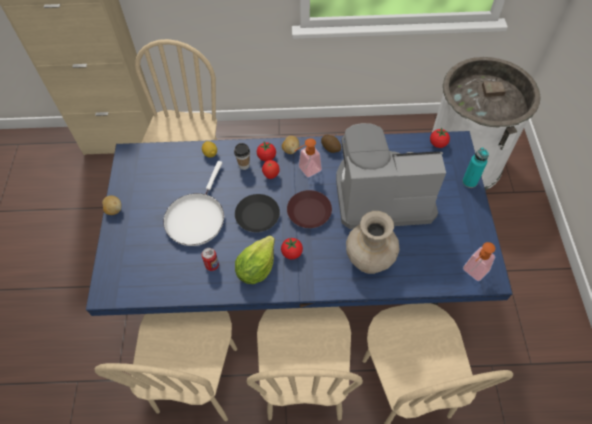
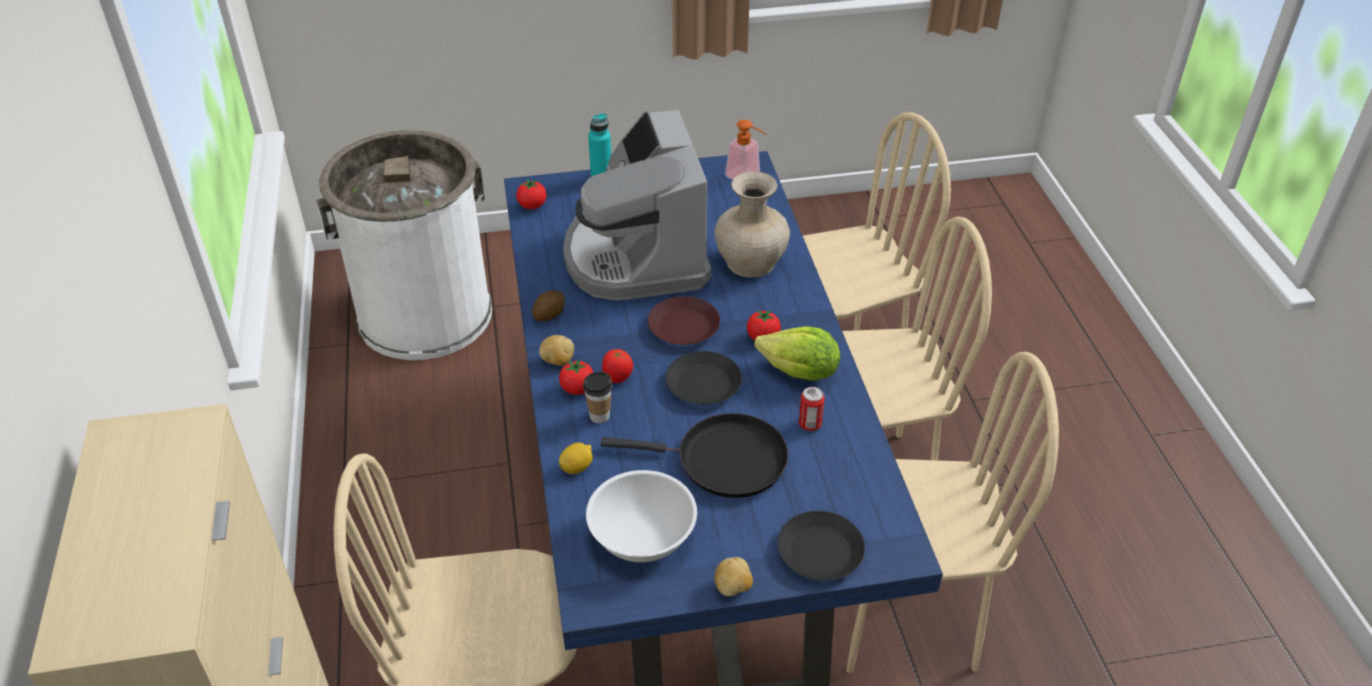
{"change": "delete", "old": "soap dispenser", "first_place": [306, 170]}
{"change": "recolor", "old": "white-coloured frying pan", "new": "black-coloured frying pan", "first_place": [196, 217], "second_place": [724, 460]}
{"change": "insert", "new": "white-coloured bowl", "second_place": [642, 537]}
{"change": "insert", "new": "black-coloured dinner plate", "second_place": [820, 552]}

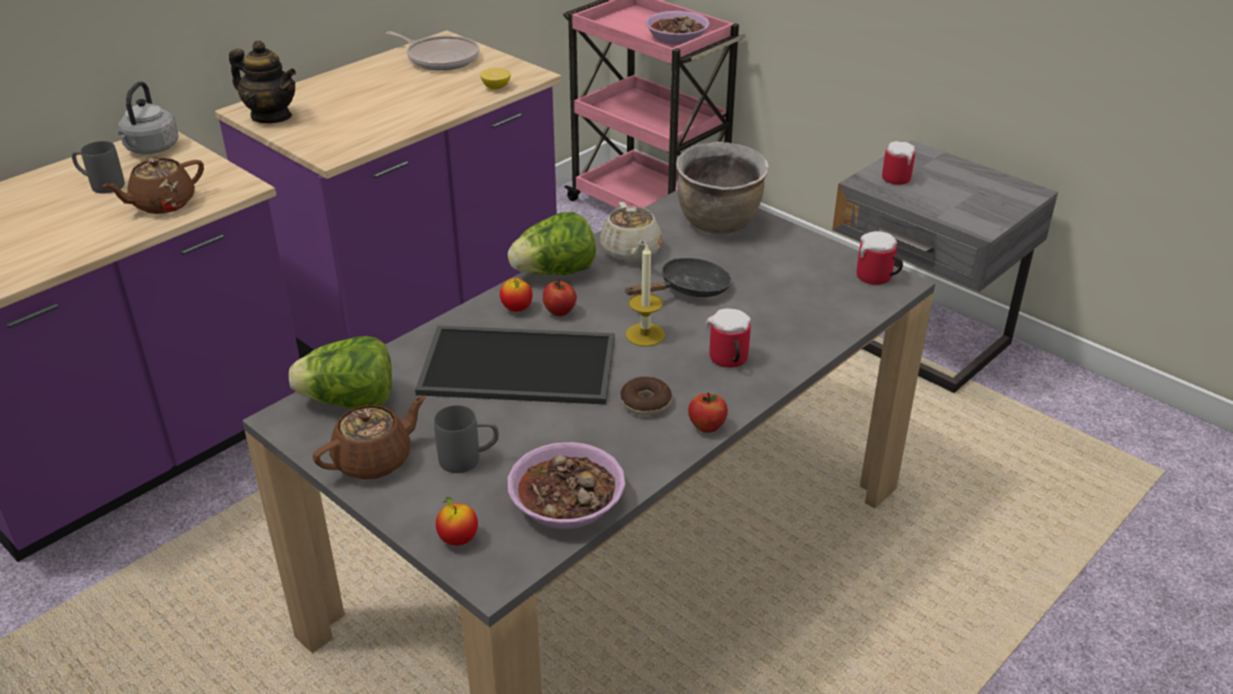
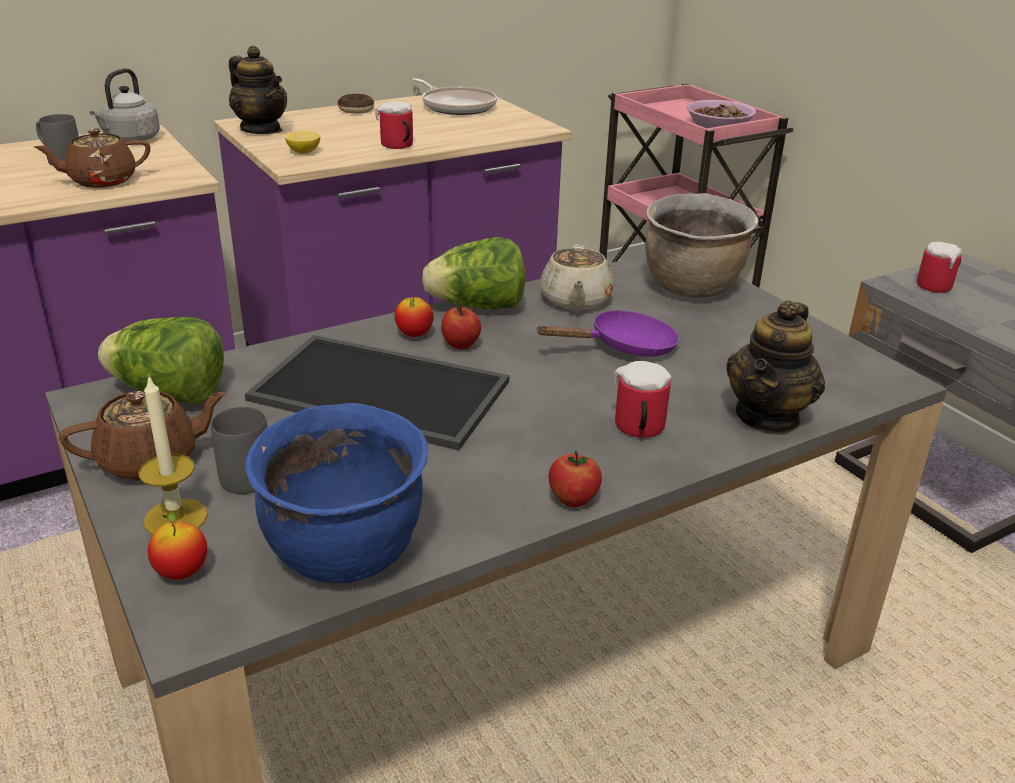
{"change": "move", "old": "lemon", "first_place": [496, 87], "second_place": [304, 152]}
{"change": "move", "old": "coffee mug", "first_place": [877, 279], "second_place": [398, 146]}
{"change": "move", "old": "wax candle", "first_place": [645, 335], "second_place": [175, 518]}
{"change": "recolor", "old": "black-coloured frying pan", "new": "purple frying pan", "first_place": [688, 290], "second_place": [624, 347]}
{"change": "move", "old": "ring doughnut", "first_place": [645, 403], "second_place": [356, 110]}
{"change": "replace", "old": "bowl", "new": "bluish saucepot", "first_place": [567, 501], "second_place": [346, 554]}
{"change": "insert", "new": "teapot", "second_place": [768, 417]}

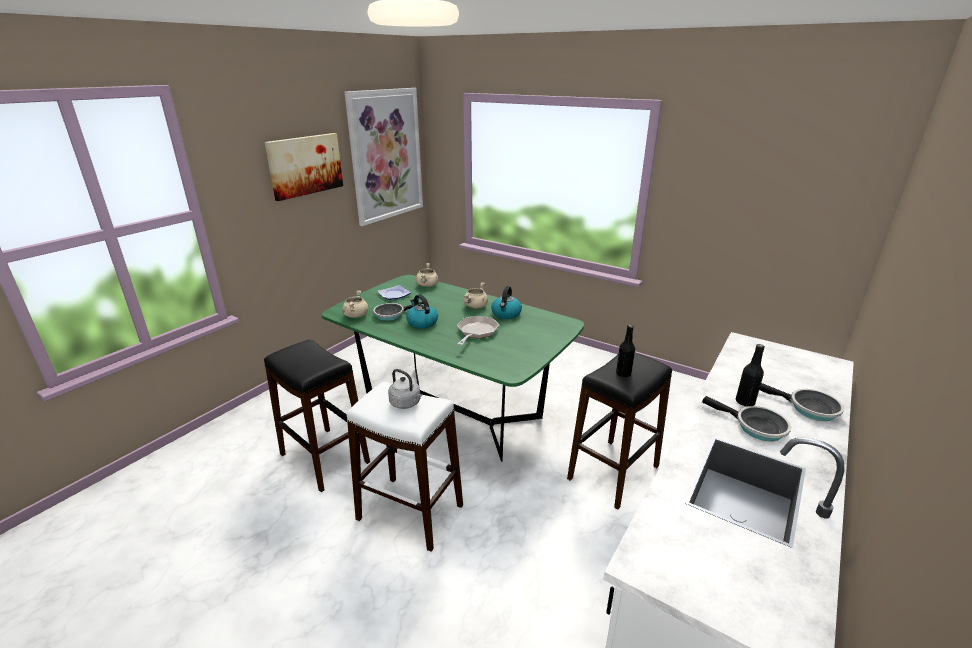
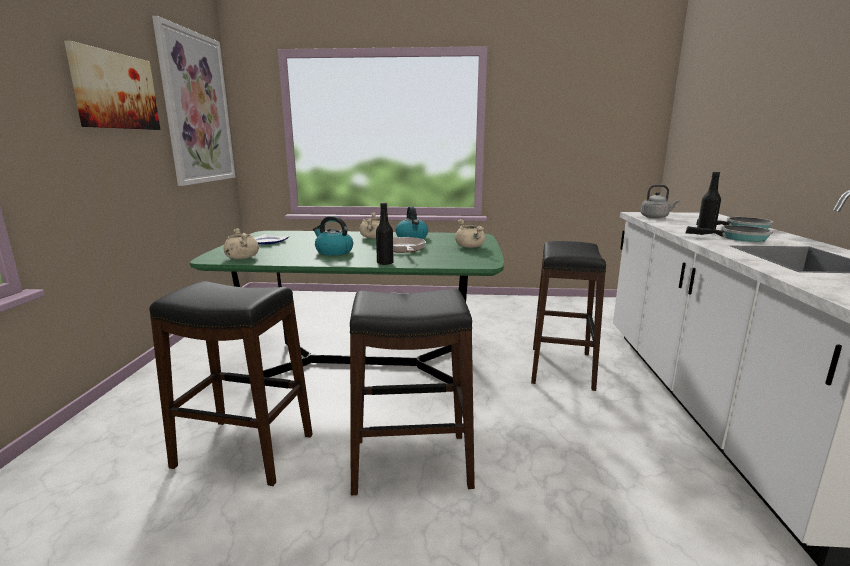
{"change": "move", "old": "sand-coloured saucepot", "first_place": [427, 285], "second_place": [470, 247]}
{"change": "delete", "old": "frying pan", "first_place": [392, 314]}
{"change": "move", "old": "black-coloured bottle", "first_place": [623, 374], "second_place": [385, 263]}
{"change": "move", "old": "greyish tea kettle", "first_place": [406, 403], "second_place": [655, 217]}
{"change": "recolor", "old": "white-coloured stool", "new": "black-coloured stool", "first_place": [409, 512], "second_place": [410, 463]}

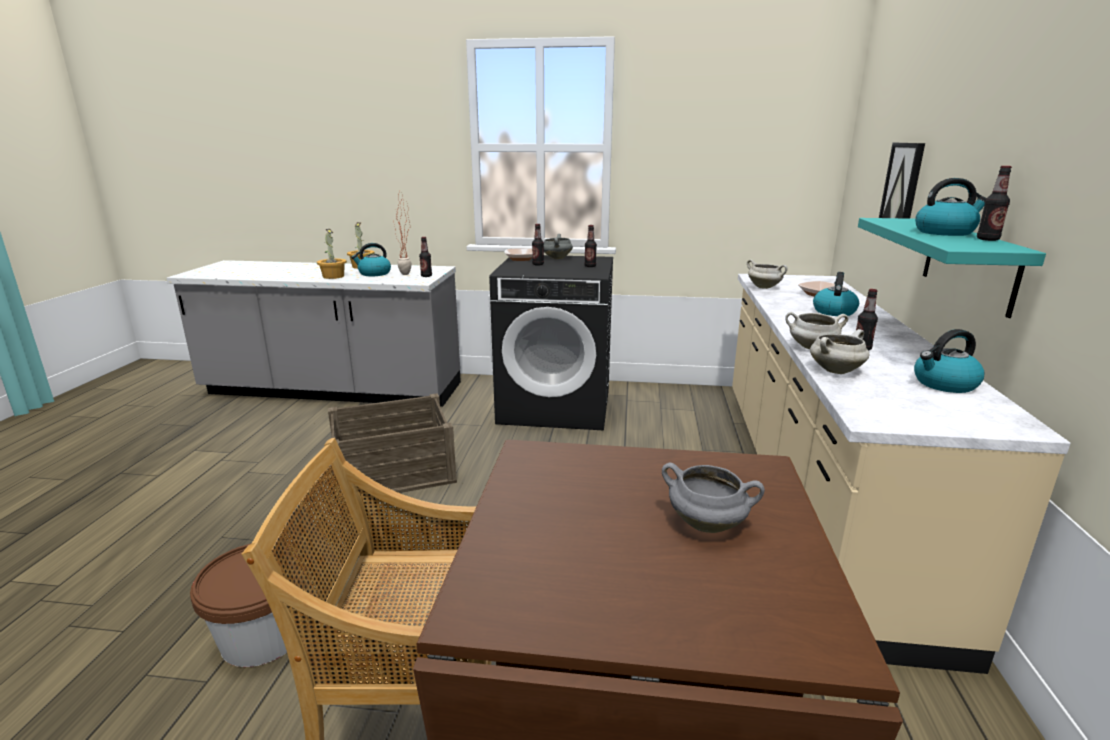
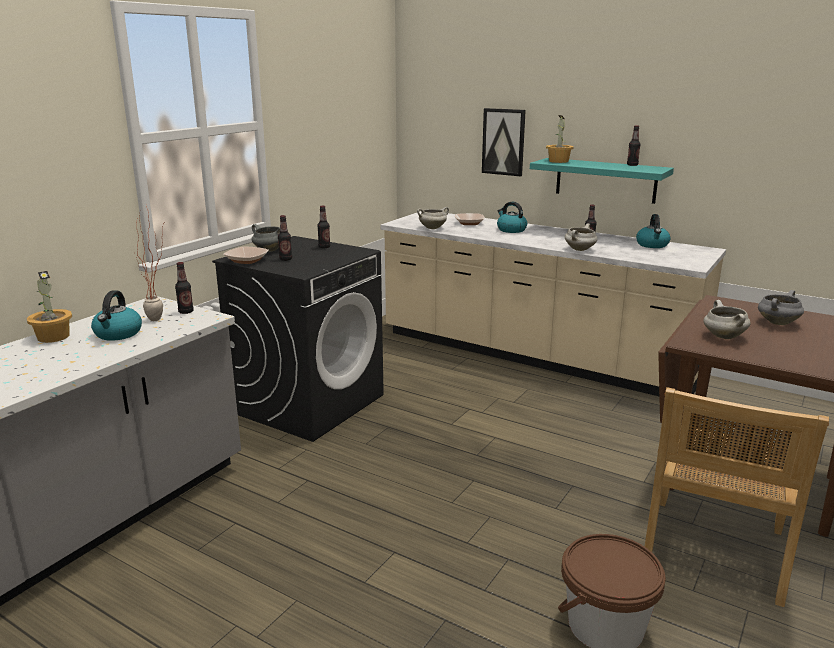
{"change": "delete", "old": "tea kettle", "first_place": [945, 232]}
{"change": "move", "old": "plant in a pot", "first_place": [333, 276], "second_place": [558, 161]}
{"change": "move", "old": "white-coloured saucepot", "first_place": [835, 370], "second_place": [723, 336]}
{"change": "delete", "old": "crate", "first_place": [393, 470]}

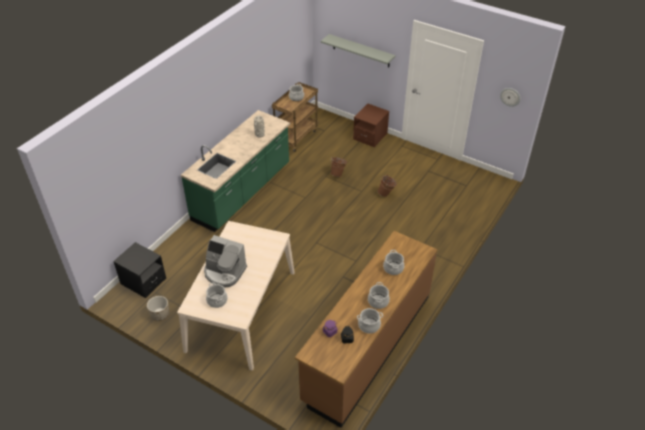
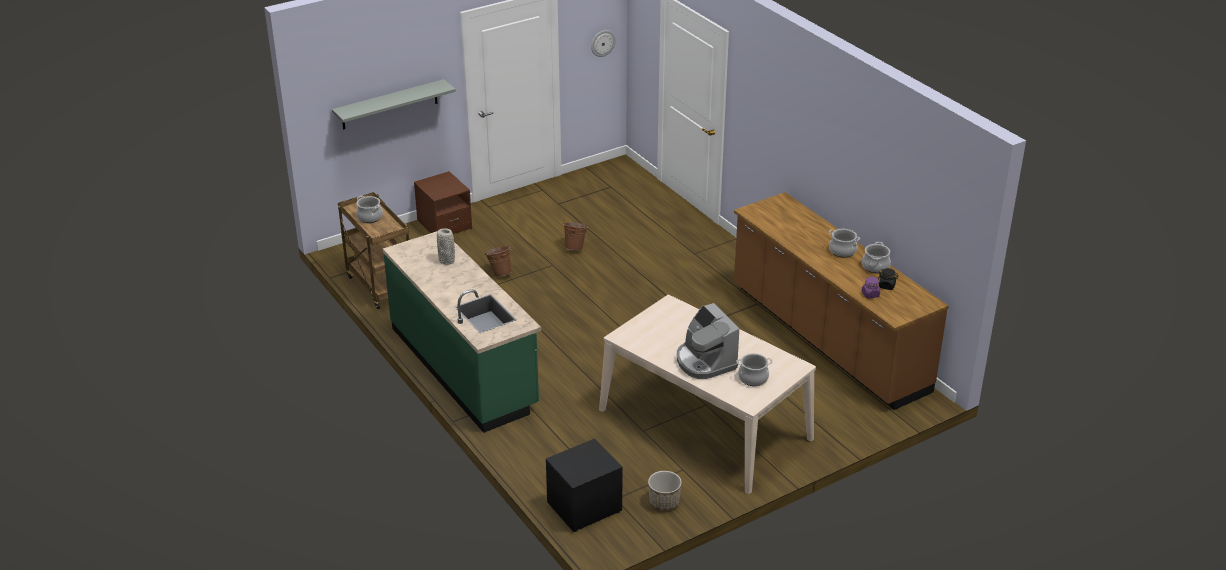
{"change": "rotate", "old": "coffee machine", "first_place": [224, 272], "second_place": [705, 361], "degrees": 105}
{"change": "delete", "old": "saucepot", "first_place": [393, 268]}

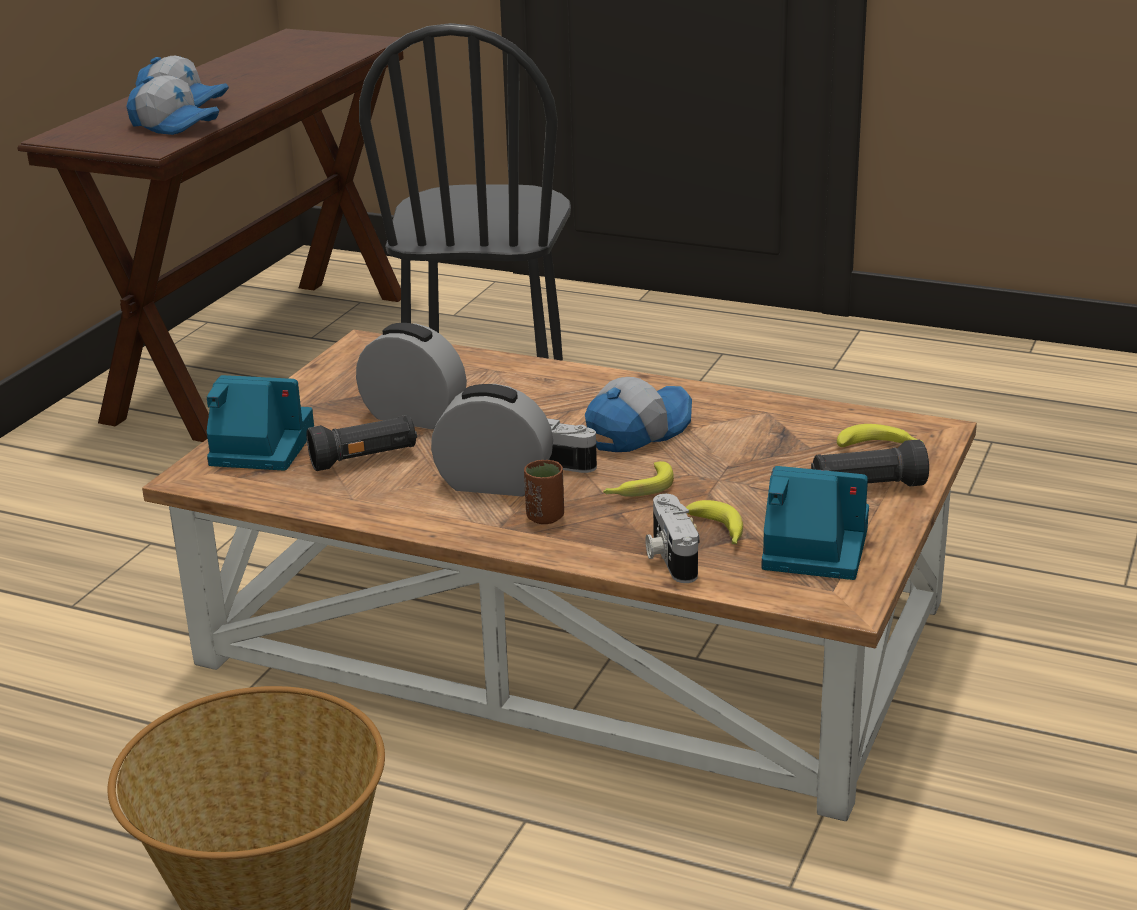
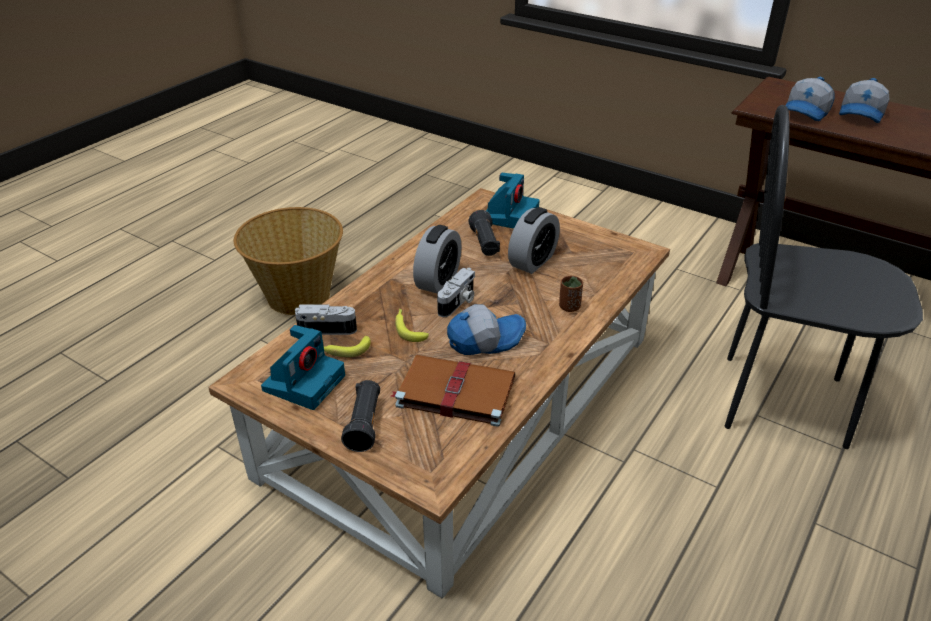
{"change": "rotate", "old": "cap", "first_place": [637, 431], "second_place": [485, 339], "degrees": -75}
{"change": "delete", "old": "banana fruit", "first_place": [880, 447]}
{"change": "move", "old": "brown drinking cup", "first_place": [545, 517], "second_place": [569, 307]}
{"change": "insert", "new": "brown book", "second_place": [453, 392]}

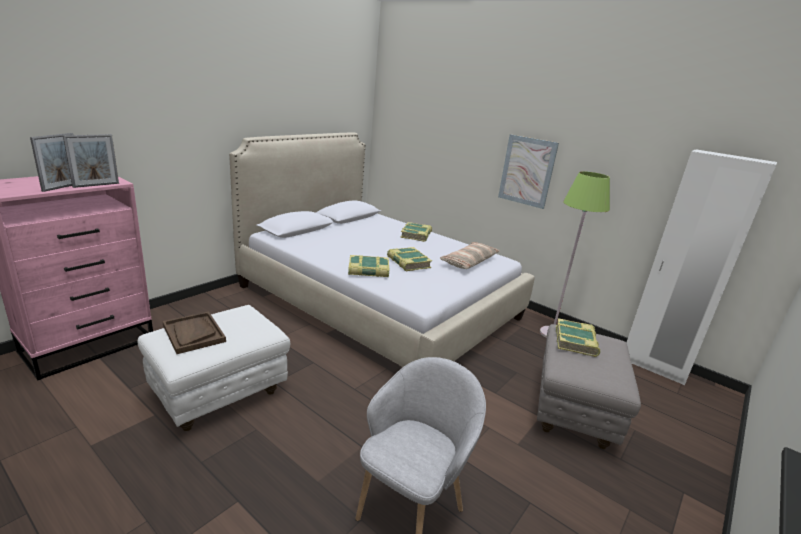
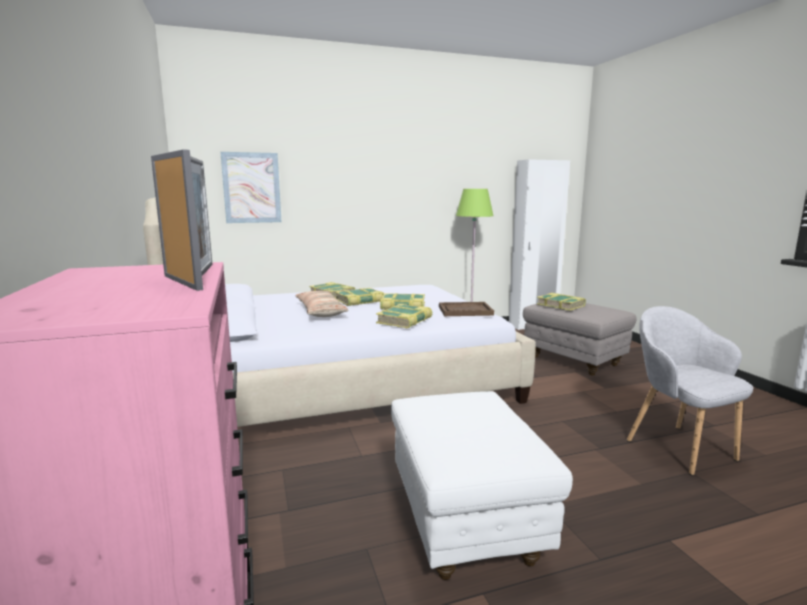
{"change": "move", "old": "picture", "first_place": [527, 171], "second_place": [251, 188]}
{"change": "move", "old": "throw pillow", "first_place": [469, 262], "second_place": [320, 312]}
{"change": "move", "old": "brown serving tray", "first_place": [193, 333], "second_place": [465, 311]}
{"change": "insert", "new": "book", "second_place": [359, 301]}

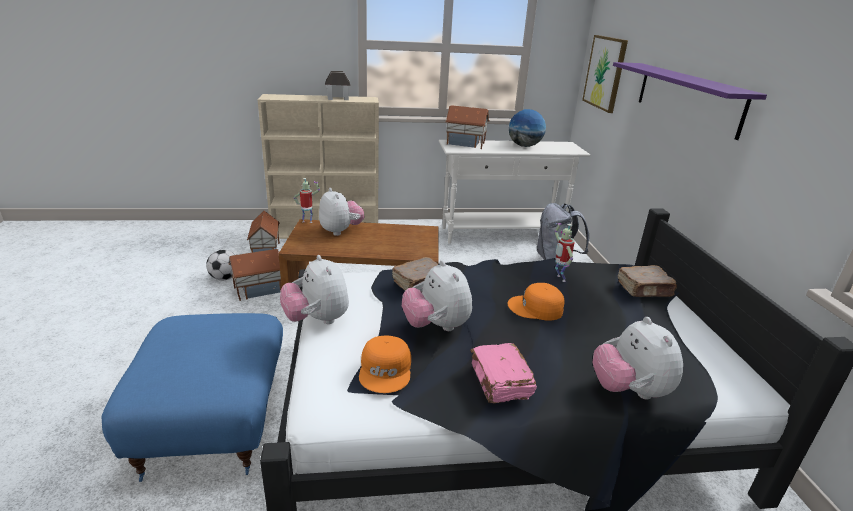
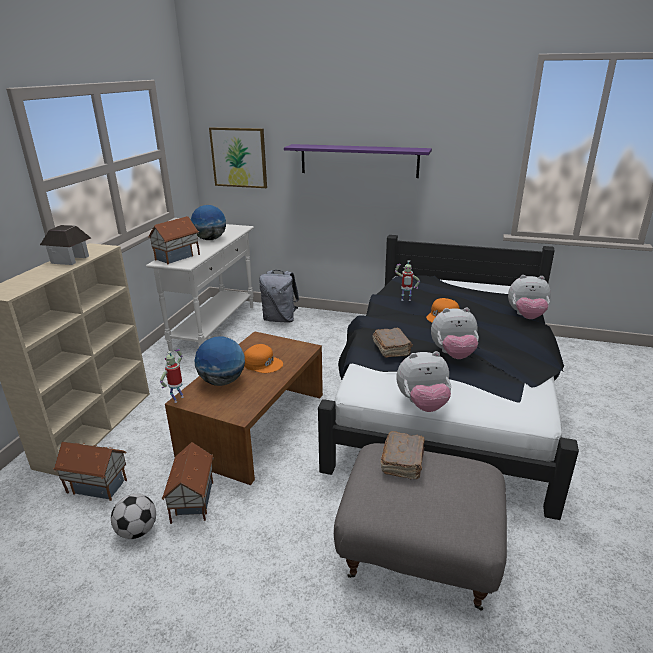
{"change": "replace", "old": "soft toy", "new": "globe", "first_place": [341, 231], "second_place": [222, 381]}
{"change": "move", "old": "brown book", "first_place": [644, 290], "second_place": [403, 462]}
{"change": "recolor", "old": "bluish pouffe", "new": "greyish pouffe", "first_place": [215, 424], "second_place": [419, 552]}
{"change": "move", "old": "orange-coloured cap", "first_place": [386, 370], "second_place": [263, 363]}
{"change": "delete", "old": "pink-coloured book", "first_place": [500, 382]}

